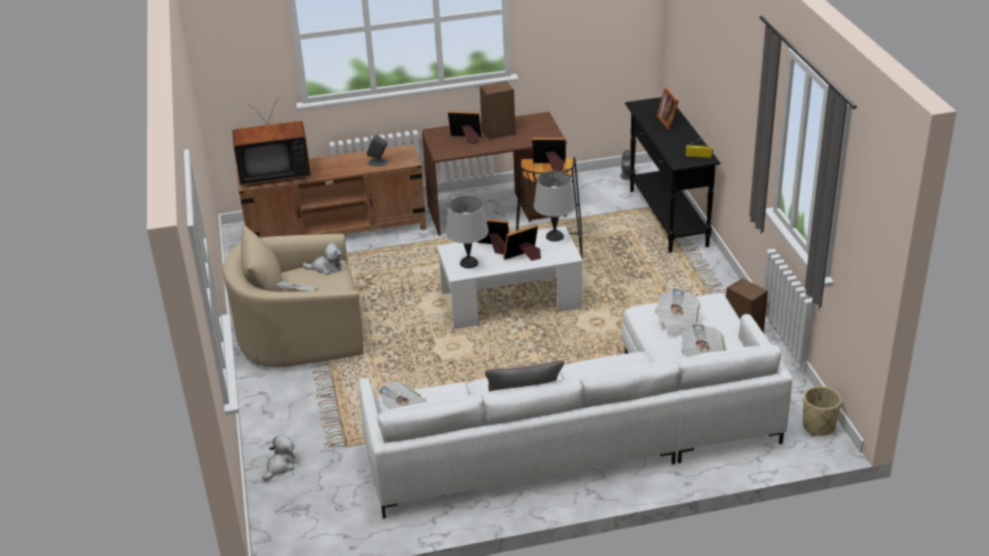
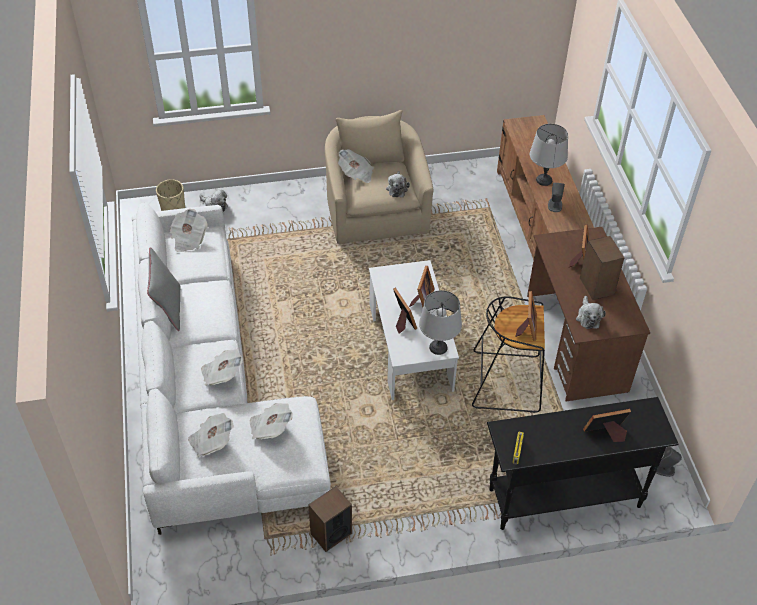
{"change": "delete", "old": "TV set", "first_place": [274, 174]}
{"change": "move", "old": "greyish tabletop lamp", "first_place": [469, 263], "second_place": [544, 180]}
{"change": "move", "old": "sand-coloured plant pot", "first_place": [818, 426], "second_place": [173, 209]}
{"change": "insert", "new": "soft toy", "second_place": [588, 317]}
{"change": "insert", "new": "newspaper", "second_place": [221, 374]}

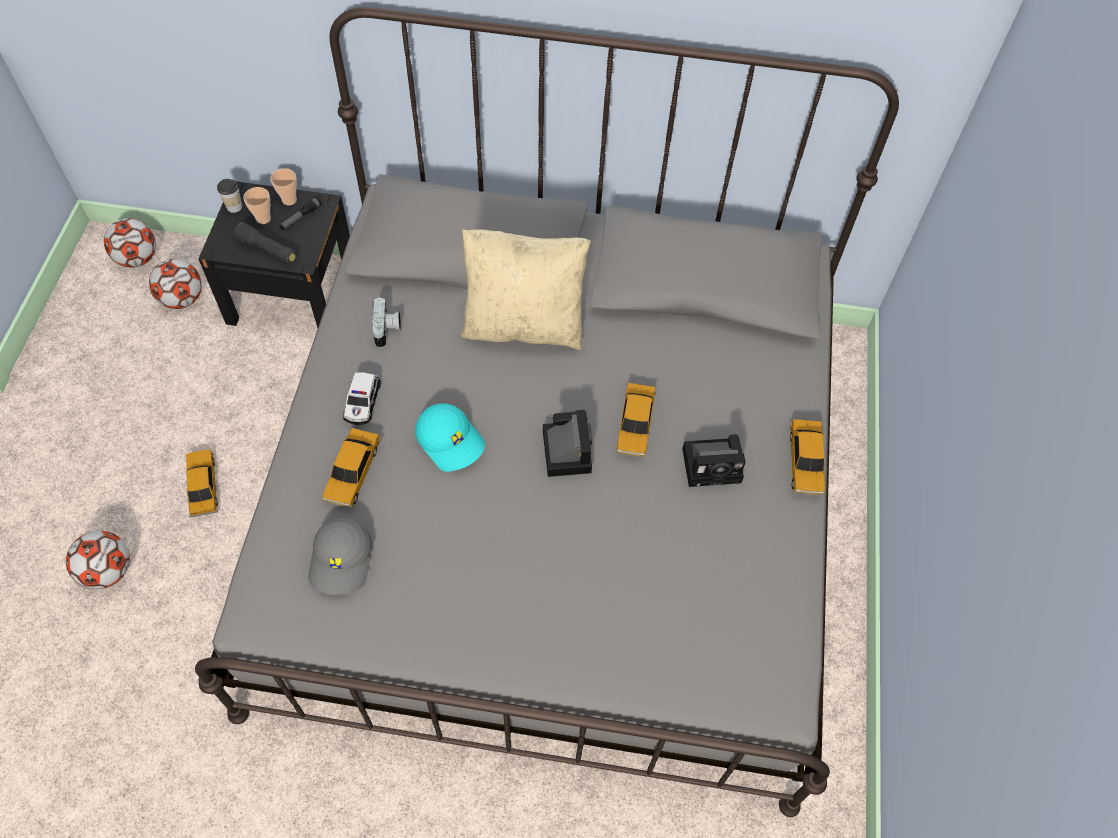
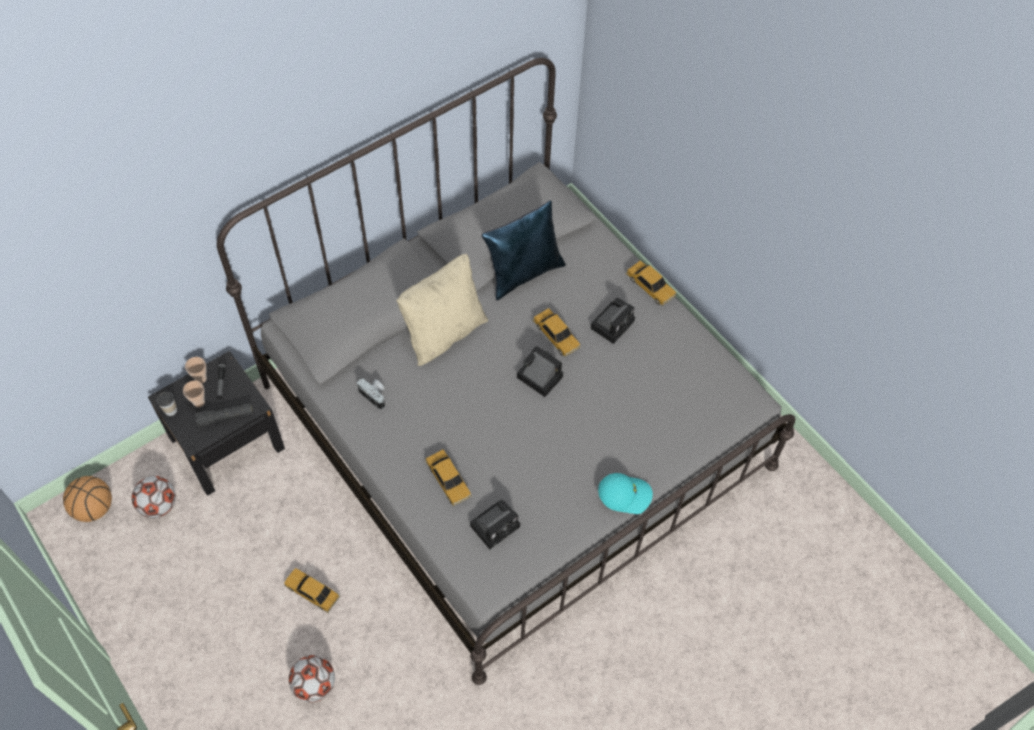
{"change": "replace", "old": "ball for football", "new": "basketball", "first_place": [138, 258], "second_place": [94, 507]}
{"change": "delete", "old": "toy car", "first_place": [362, 402]}
{"change": "move", "old": "blue-green cap", "first_place": [451, 441], "second_place": [624, 494]}
{"change": "replace", "old": "greyish cap", "new": "photo camera", "first_place": [342, 561], "second_place": [496, 525]}
{"change": "insert", "new": "bluish throw pillow", "second_place": [523, 273]}

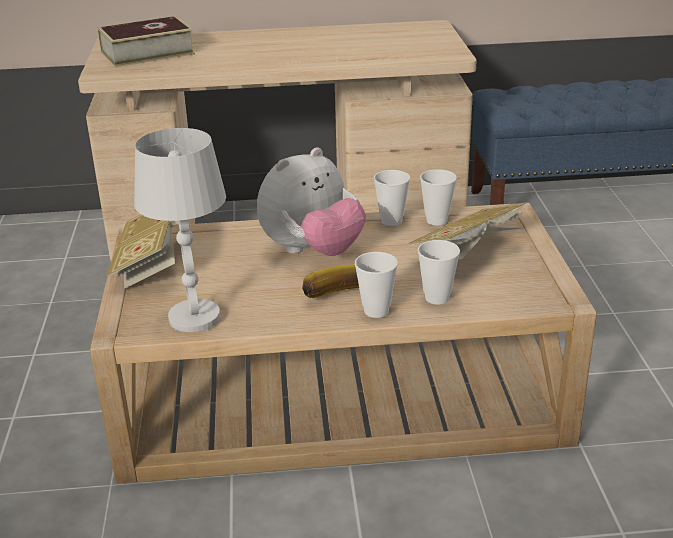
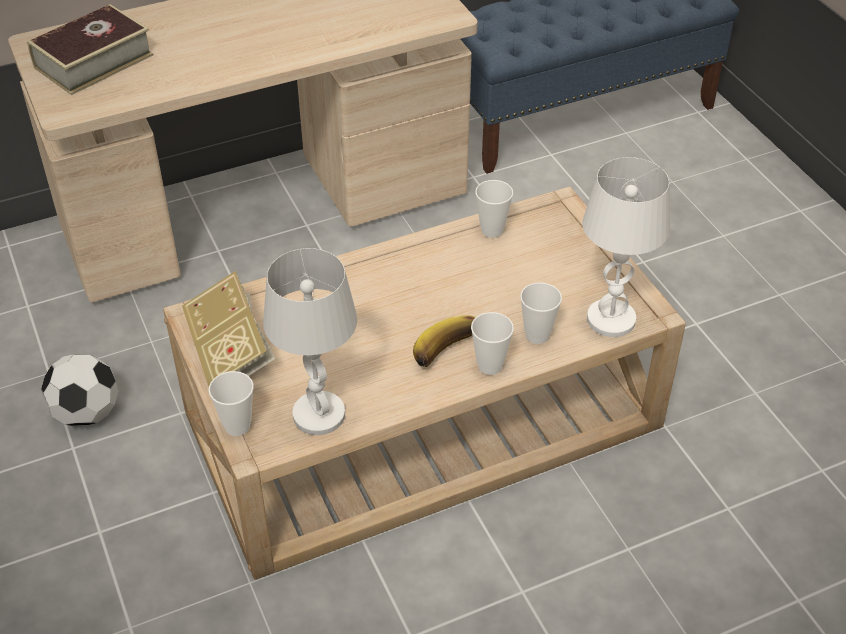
{"change": "delete", "old": "soft toy", "first_place": [312, 251]}
{"change": "move", "old": "drinking cup", "first_place": [391, 221], "second_place": [237, 426]}
{"change": "delete", "old": "book", "first_place": [469, 254]}
{"change": "insert", "new": "white-coloured tabletop lamp", "second_place": [610, 320]}
{"change": "insert", "new": "ball for football", "second_place": [86, 413]}

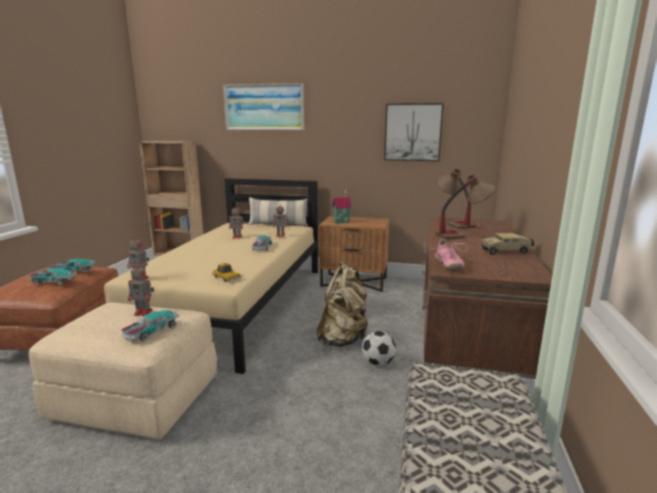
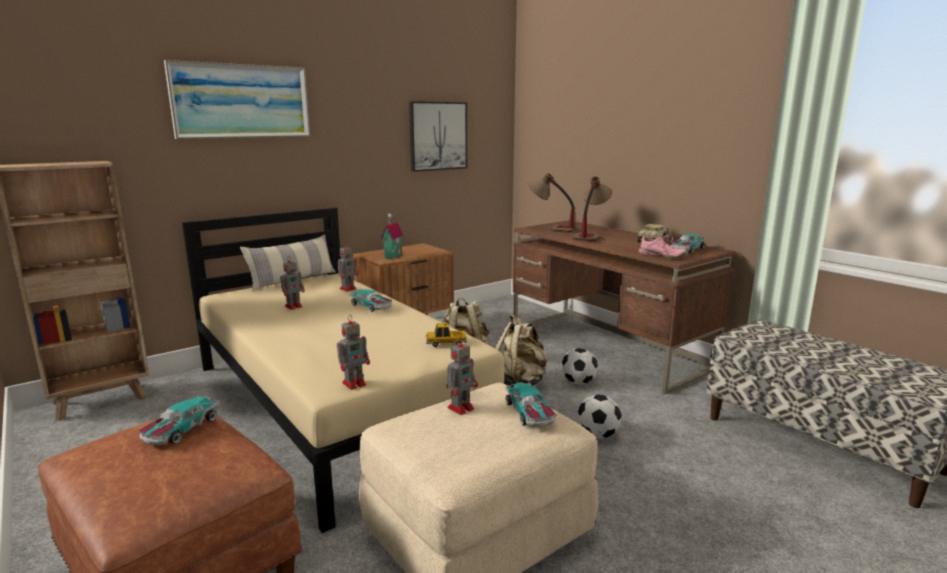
{"change": "move", "old": "toy car", "first_place": [53, 281], "second_place": [687, 249]}
{"change": "insert", "new": "ball for football", "second_place": [597, 435]}

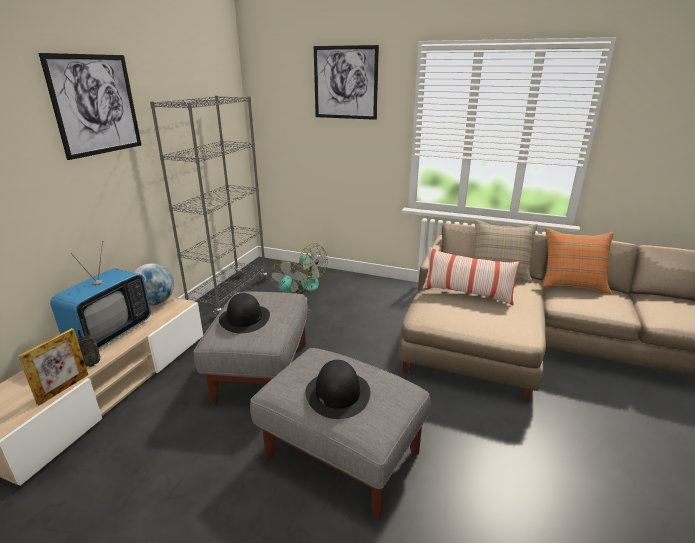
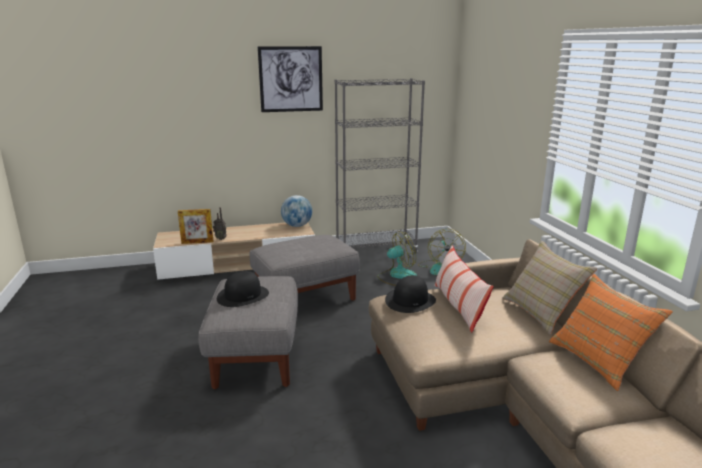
{"change": "delete", "old": "picture", "first_place": [345, 83]}
{"change": "delete", "old": "TV set", "first_place": [111, 333]}
{"change": "move", "old": "black-coloured clothing hat", "first_place": [245, 318], "second_place": [410, 300]}

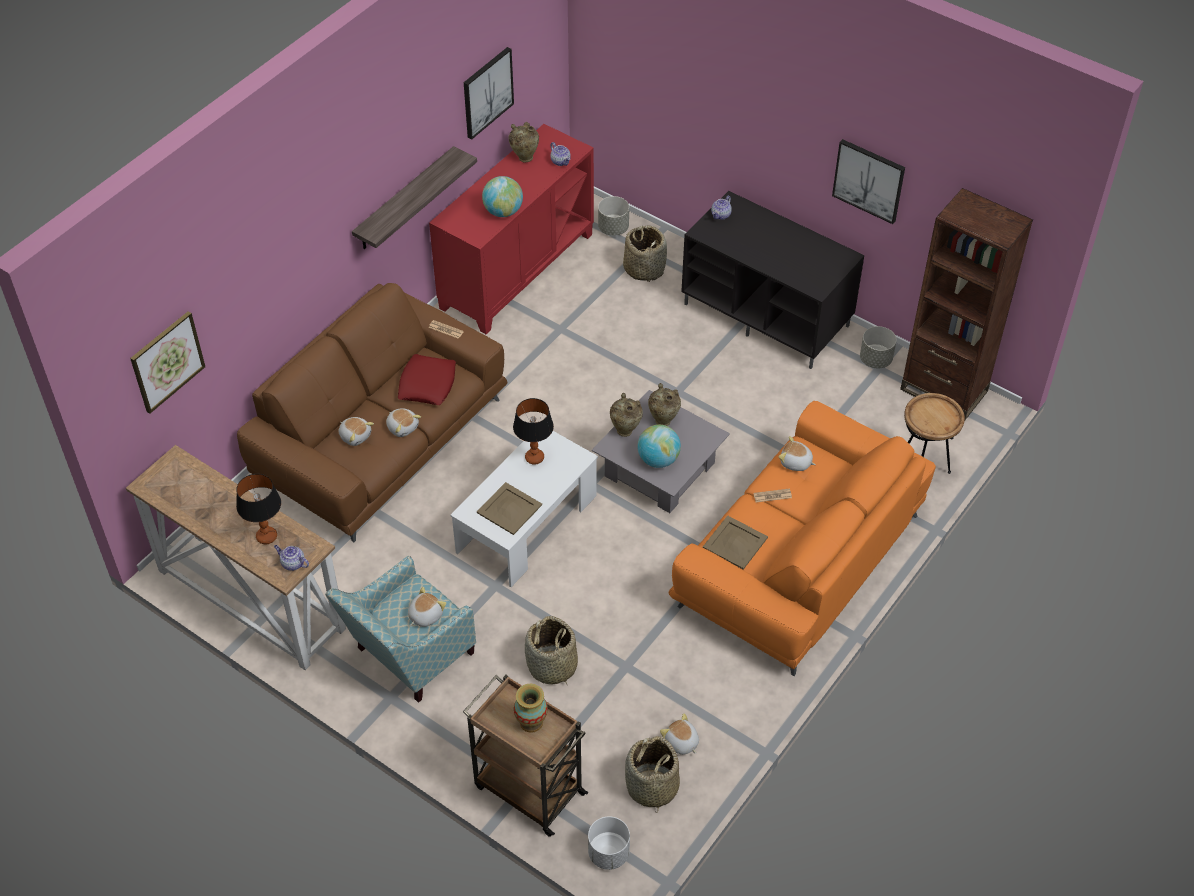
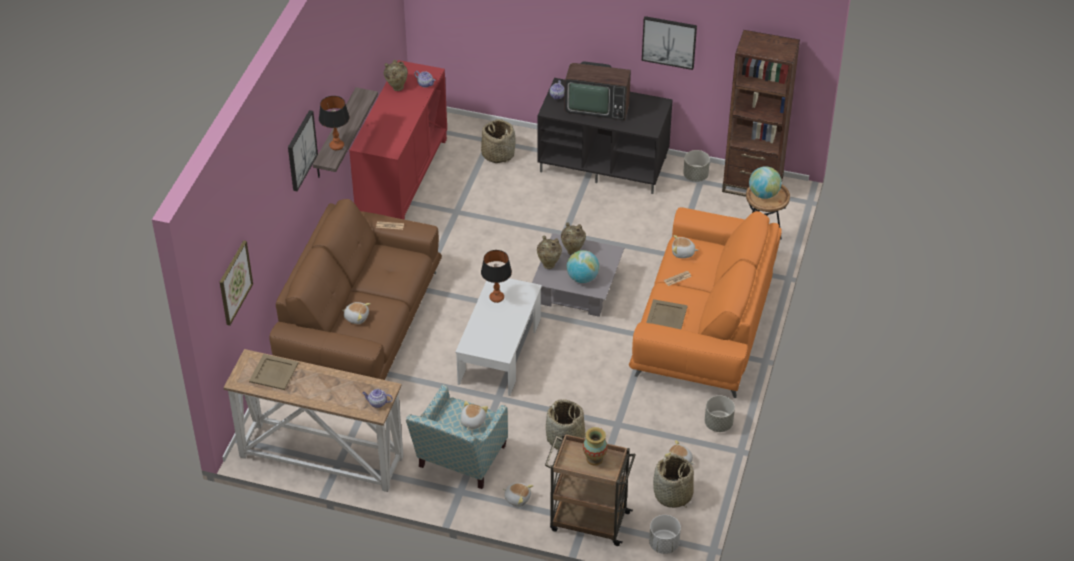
{"change": "move", "old": "picture", "first_place": [487, 92], "second_place": [301, 150]}
{"change": "move", "old": "globe", "first_place": [503, 211], "second_place": [763, 194]}
{"change": "move", "old": "greyish plant pot", "first_place": [613, 228], "second_place": [718, 424]}
{"change": "delete", "old": "red throw pillow", "first_place": [427, 384]}
{"change": "move", "old": "soft toy", "first_place": [402, 427], "second_place": [517, 498]}
{"change": "move", "old": "tabletop lamp", "first_place": [266, 536], "second_place": [336, 146]}
{"change": "move", "old": "sand-coloured serving tray", "first_place": [509, 509], "second_place": [274, 372]}
{"change": "insert", "new": "TV set", "second_place": [596, 105]}

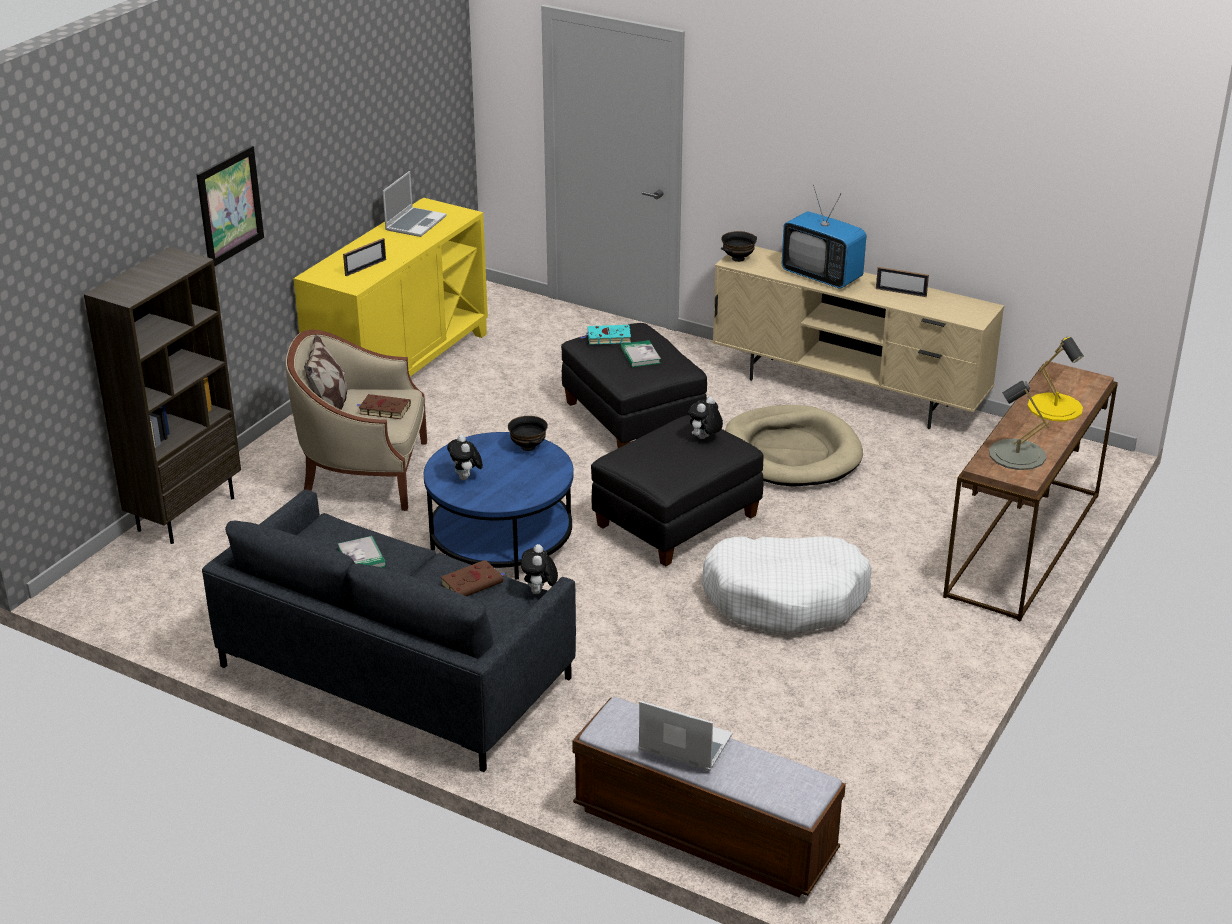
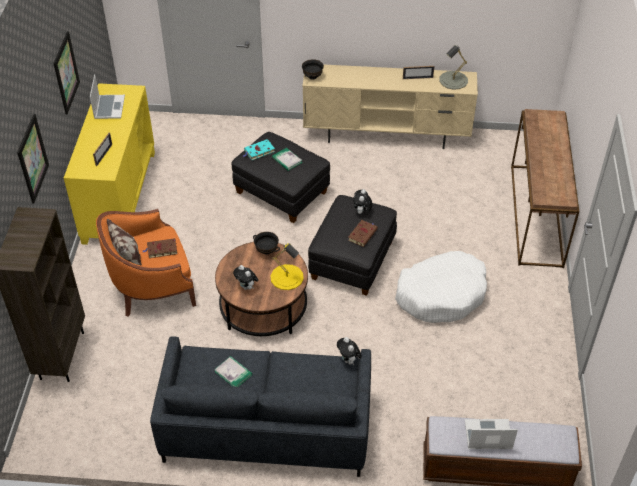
{"change": "delete", "old": "TV set", "first_place": [822, 276]}
{"change": "recolor", "old": "sand-coloured lounge chair", "new": "orange-coloured lounge chair", "first_place": [365, 473], "second_place": [152, 286]}
{"change": "move", "old": "yellow tabletop lamp", "first_place": [1055, 407], "second_place": [287, 277]}
{"change": "move", "old": "greyish tabletop lamp", "first_place": [1017, 455], "second_place": [453, 80]}
{"change": "delete", "old": "sand-coloured dog bed", "first_place": [791, 452]}
{"change": "recolor", "old": "bluish coffee table", "new": "brown coffee table", "first_place": [501, 538], "second_place": [263, 307]}
{"change": "move", "old": "brown book", "first_place": [473, 583], "second_place": [363, 234]}
{"change": "insert", "new": "picture", "second_place": [66, 73]}

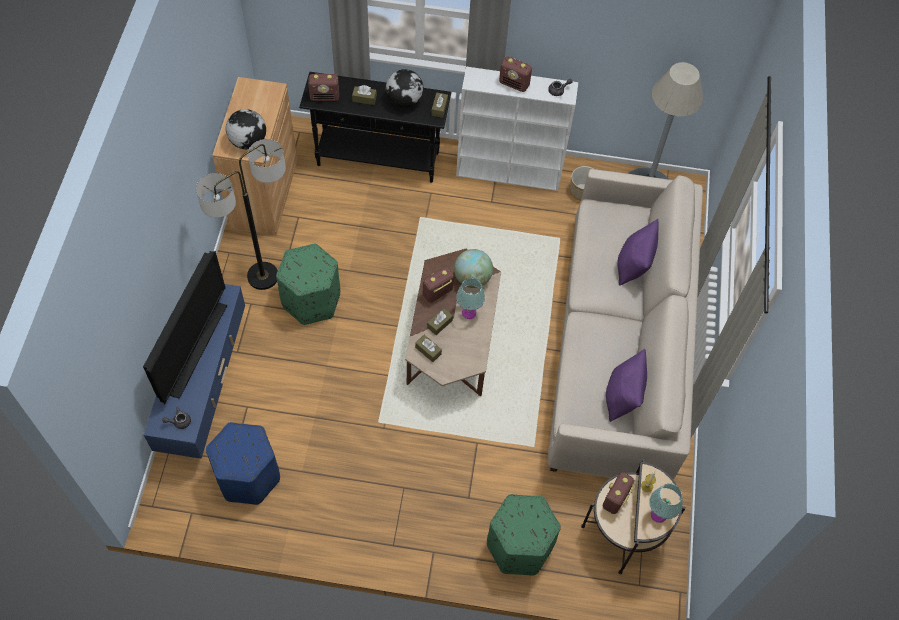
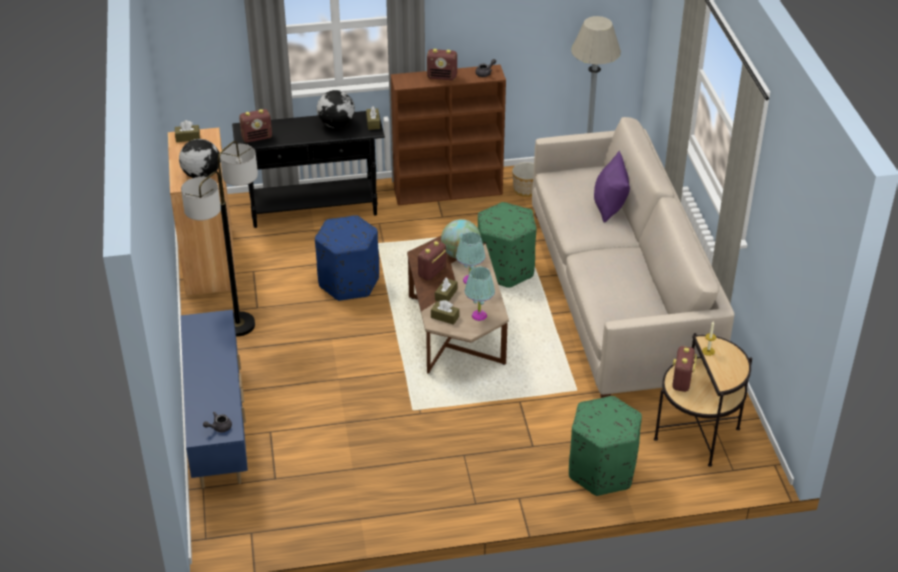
{"change": "recolor", "old": "white-coloured bookshelf", "new": "brown bookshelf", "first_place": [509, 172], "second_place": [449, 191]}
{"change": "move", "old": "brown tissue box", "first_place": [364, 98], "second_place": [188, 137]}
{"change": "move", "old": "greenish pouffe", "first_place": [311, 300], "second_place": [505, 269]}
{"change": "delete", "old": "TV set", "first_place": [194, 348]}
{"change": "delete", "old": "purple throw pillow", "first_place": [622, 397]}
{"change": "move", "old": "bluish pouffe", "first_place": [248, 477], "second_place": [348, 282]}
{"change": "move", "old": "blue-green tabletop lamp", "first_place": [658, 514], "second_place": [479, 315]}

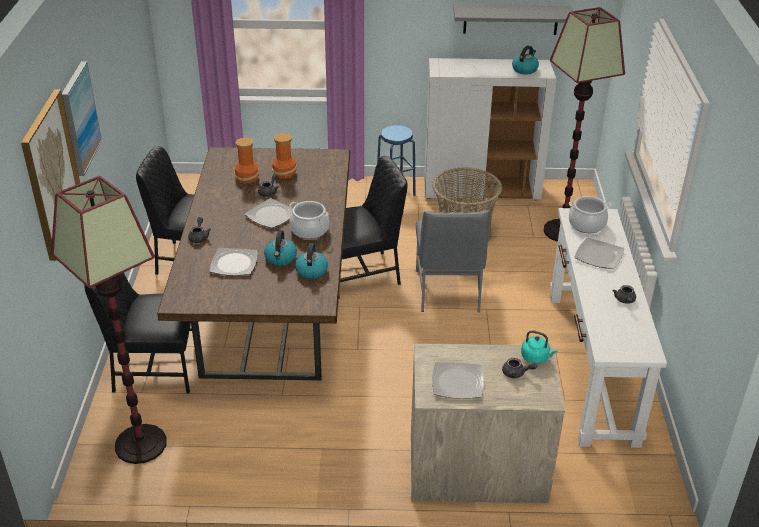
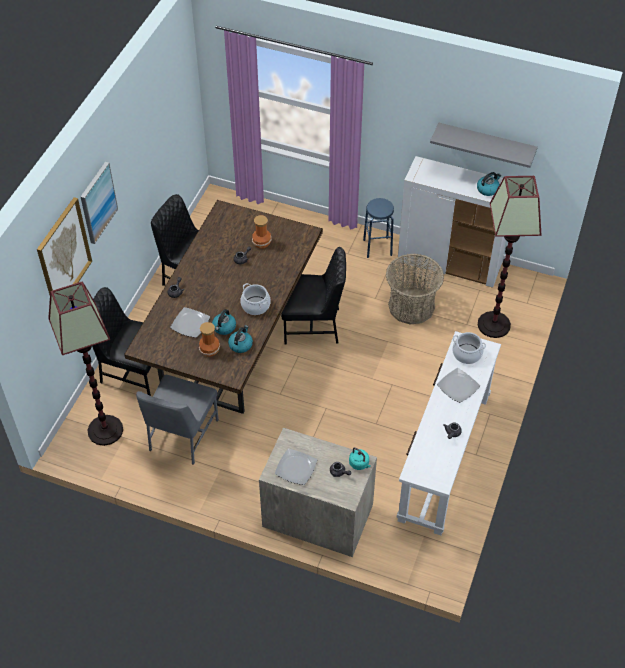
{"change": "move", "old": "flower vase", "first_place": [248, 178], "second_place": [210, 349]}
{"change": "delete", "old": "dinner plate", "first_place": [270, 215]}
{"change": "move", "old": "greyish plain chair", "first_place": [448, 291], "second_place": [182, 435]}

